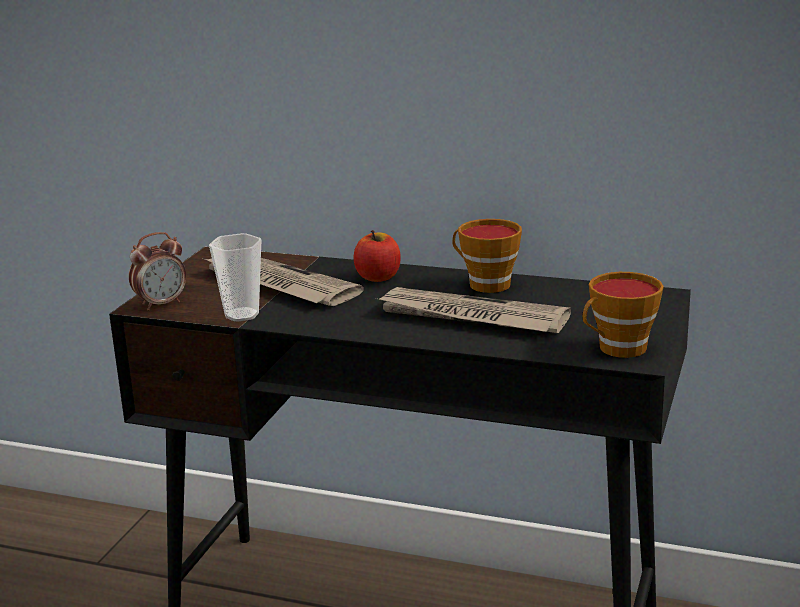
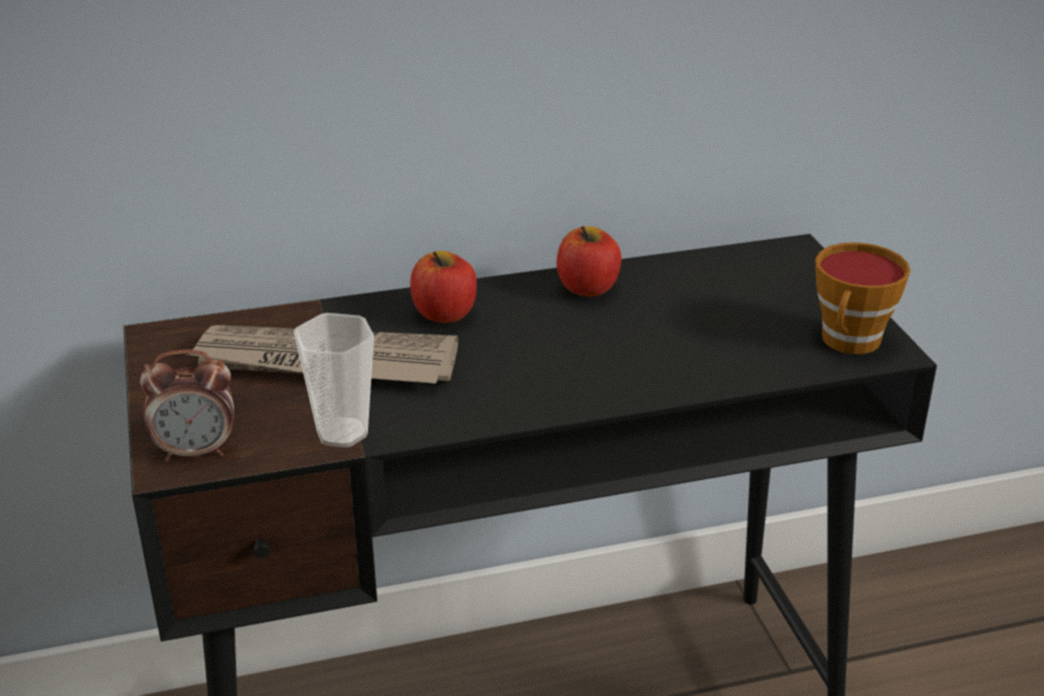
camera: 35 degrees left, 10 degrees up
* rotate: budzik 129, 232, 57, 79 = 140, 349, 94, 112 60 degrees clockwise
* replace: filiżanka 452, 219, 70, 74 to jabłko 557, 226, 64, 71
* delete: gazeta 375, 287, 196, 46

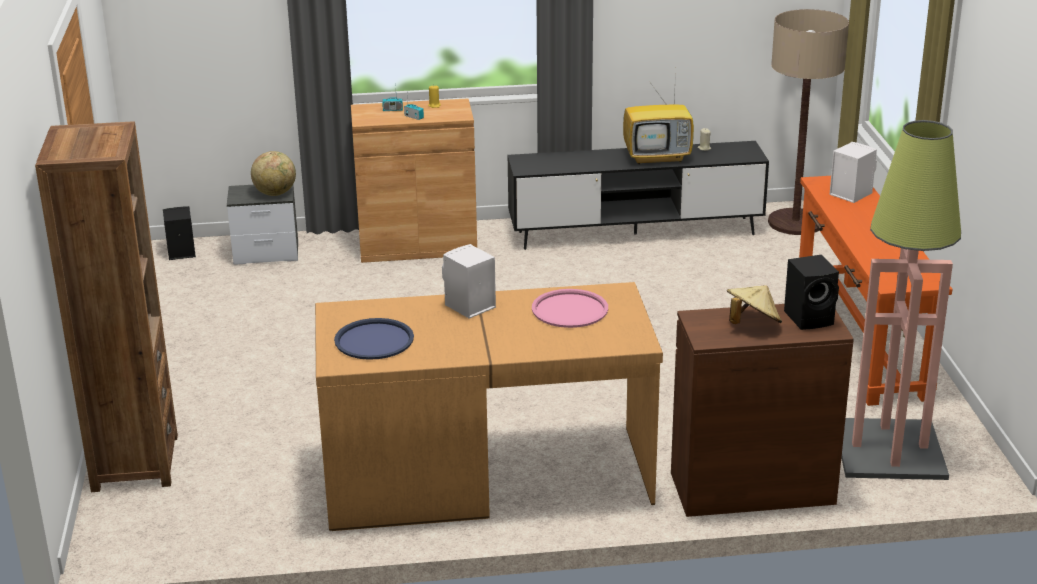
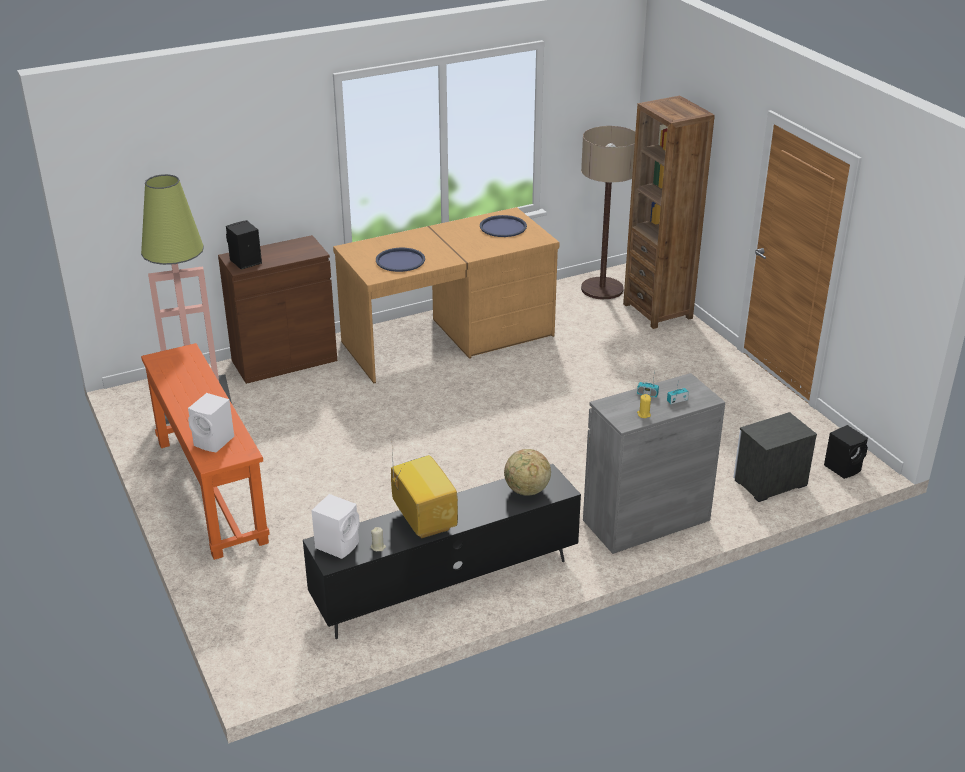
camera: 160 degrees right, 5 degrees up
* move: głośnik (biały) 442, 244, 54, 75 to 311, 494, 49, 65
* recolor: taca (różowy) 532, 289, 76, 39 to taca (niebieski) 376, 248, 49, 24
* rotate: telewizor 623, 70, 71, 94 = 391, 451, 67, 88 90 degrees clockwise
* move: globus 251, 151, 45, 45 to 504, 449, 47, 47
* move: lampa stojąca 768, 9, 81, 226 to 581, 126, 54, 174
* recolor: szafka (brązowy) 351, 98, 126, 165 to szafka (szary) 583, 373, 142, 181
* delete: kapelusz (beżowy) 727, 285, 55, 39

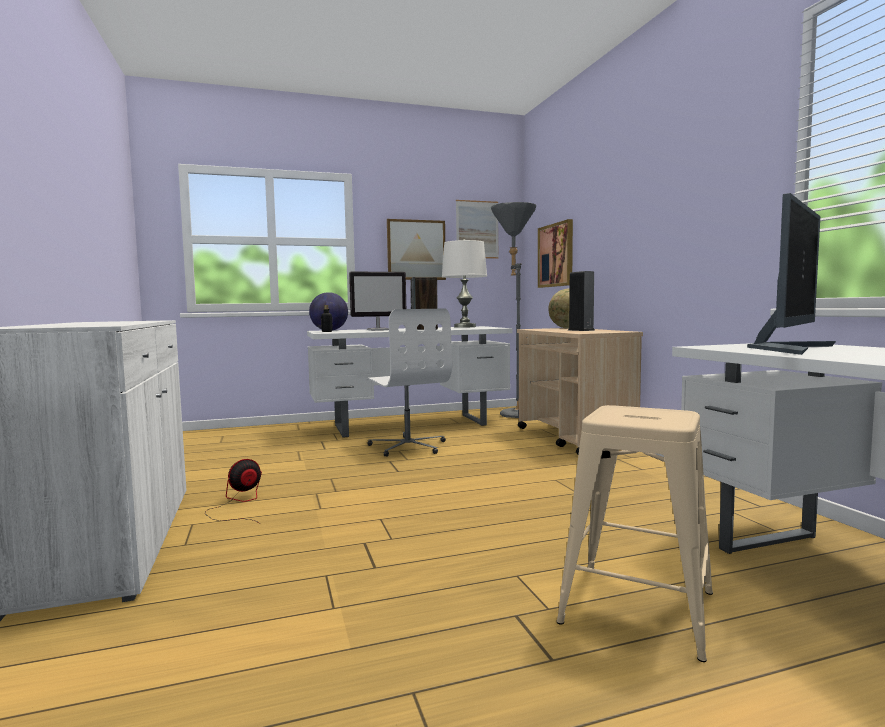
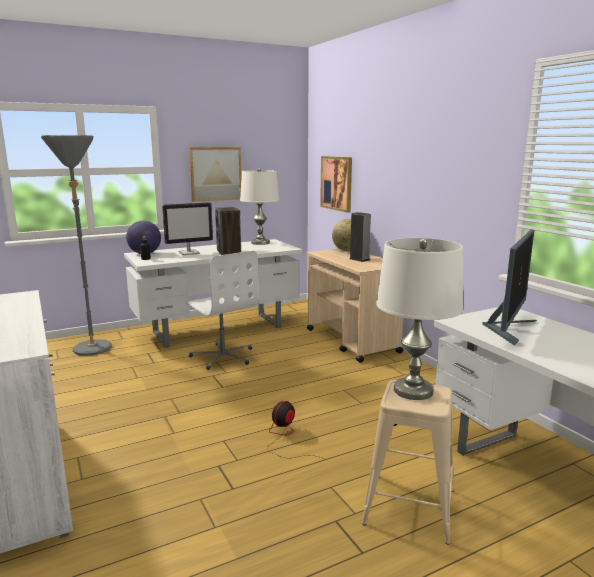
camera: 10 degrees left, 10 degrees up
* move: lampa stojąca (szary) 491, 202, 45, 216 to 41, 135, 71, 221
* move: wentylator 205, 459, 57, 65 to 267, 401, 56, 58
* insert: lampa stołowa (biały) 376, 238, 87, 162
* delete: obraz 456, 200, 43, 59

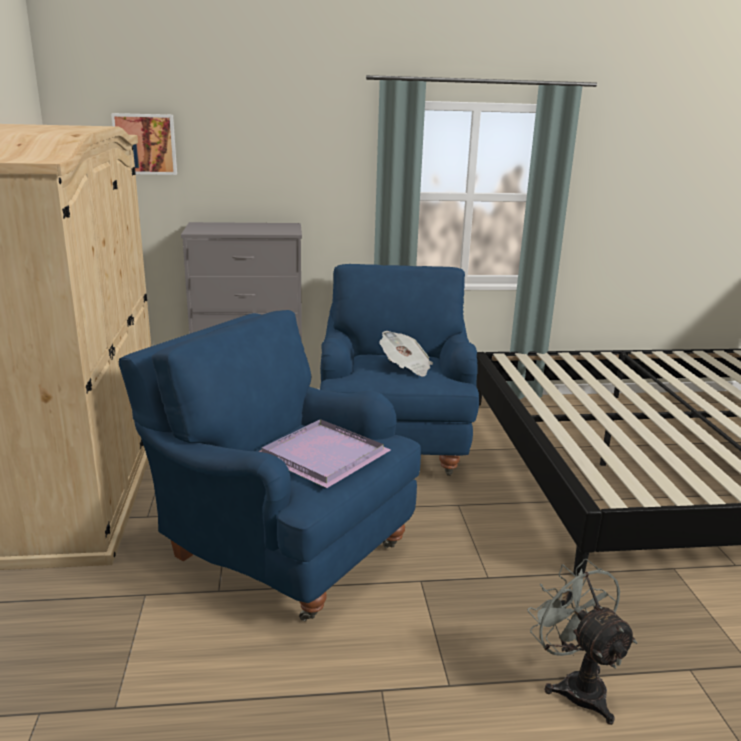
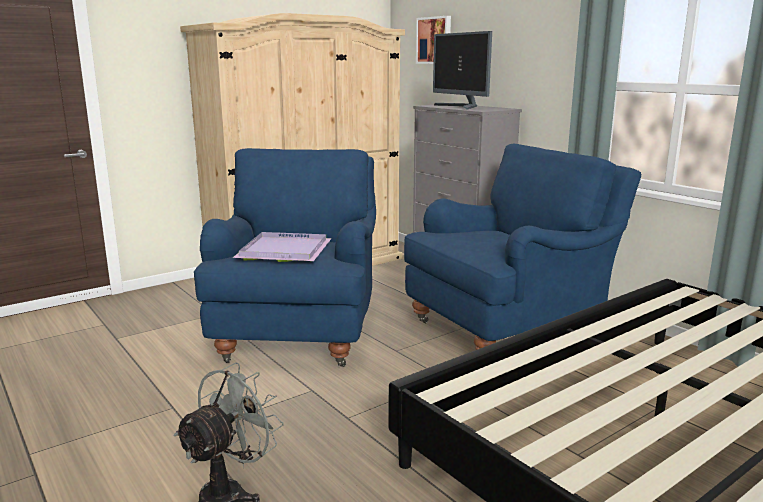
camera: 60 degrees right, 5 degrees down
* insert: monitor 433, 31, 59, 78
* delete: gazeta 379, 331, 54, 46

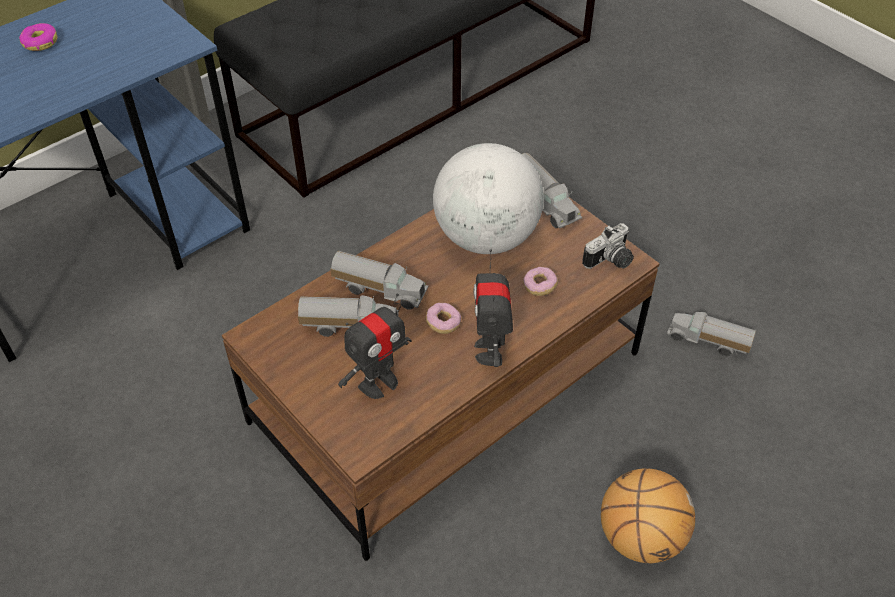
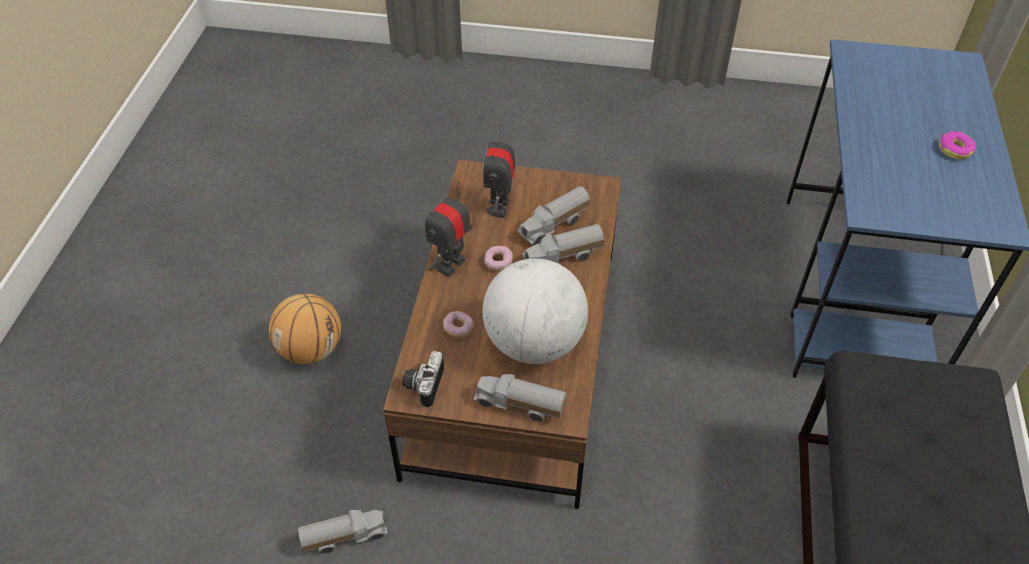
camera: 140 degrees right, 0 degrees up
* rotate: robot zabawkowy 474, 249, 39, 118 = 425, 182, 47, 95 105 degrees counterclockwise

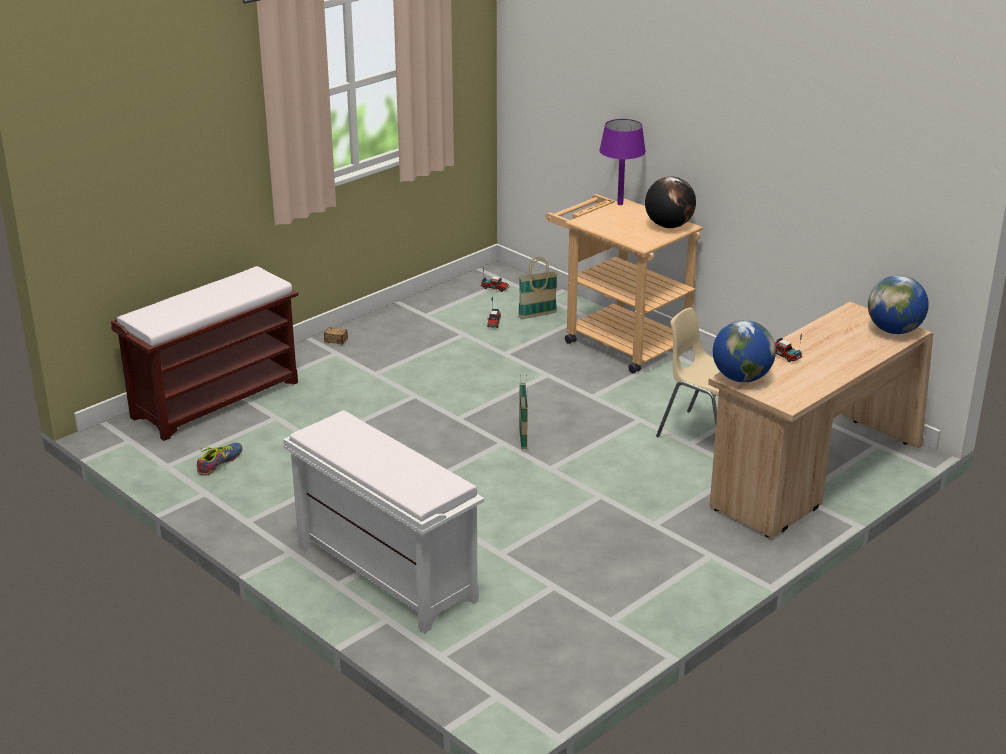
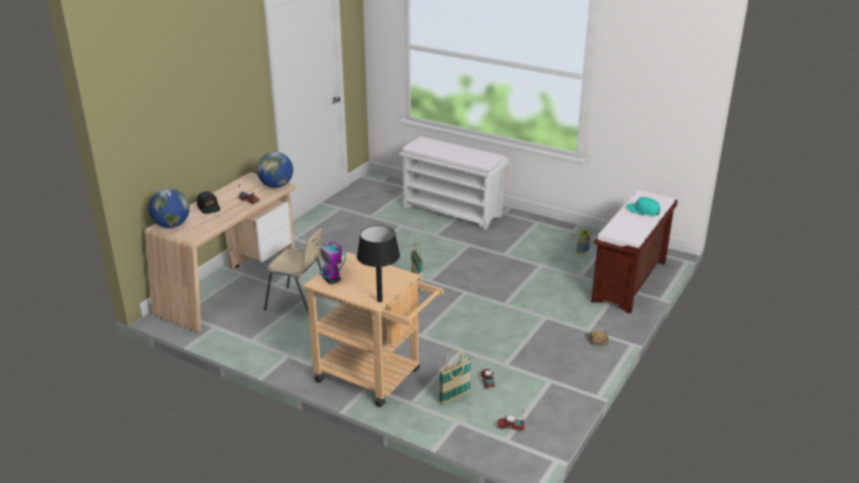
camera: 165 degrees right, 0 degrees up
* insert: czapka z daszkiem (czarny) 197, 191, 23, 23
* replace: globus 645, 177, 51, 51 to robot zabawkowy 312, 239, 34, 45
* recolor: lampa stołowa (fioletowy) 599, 119, 47, 86 to lampa stołowa (czarny) 357, 225, 43, 77
* insert: czapka z daszkiem (turkusowy) 626, 197, 34, 19

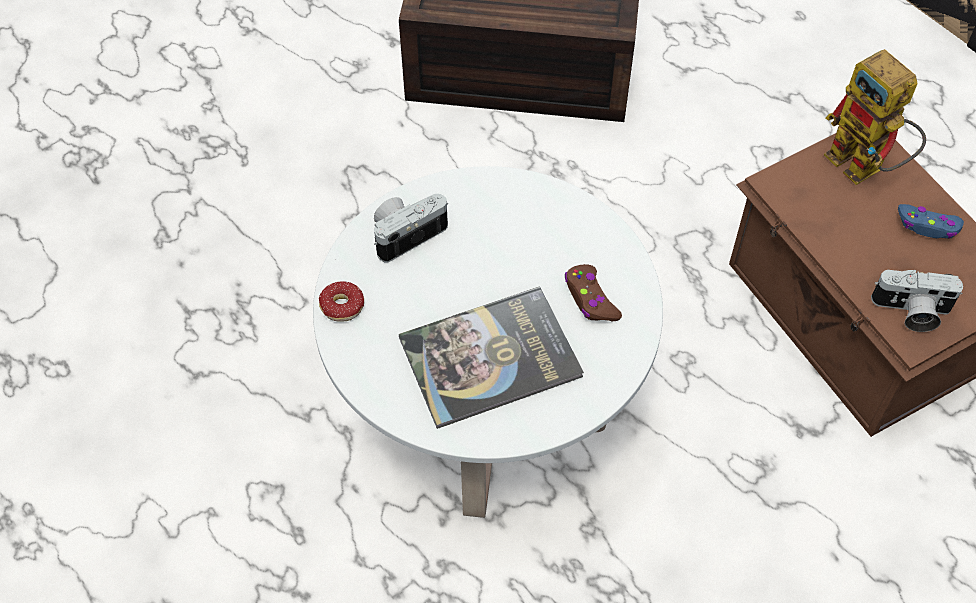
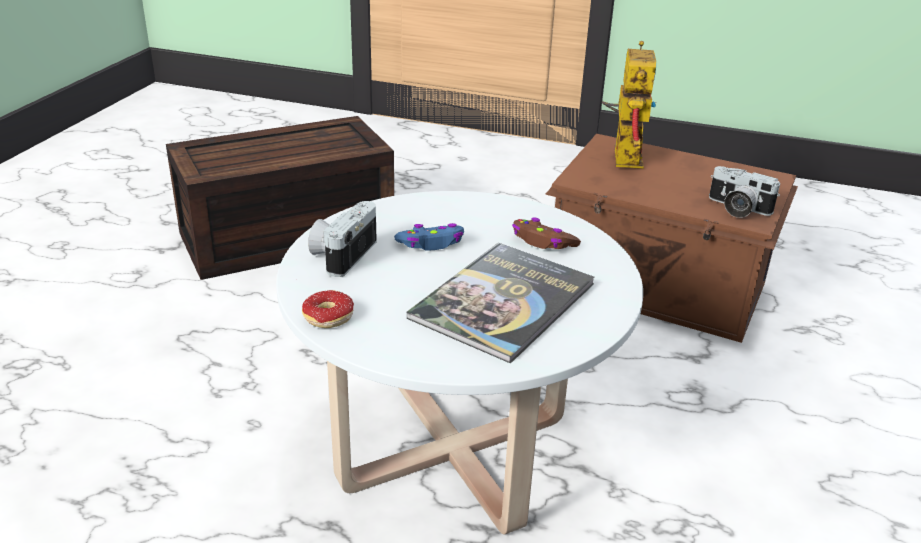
camera: 35 degrees left, 25 degrees down
* move: pad do gier (niebieski) 898, 204, 66, 34 to 394, 223, 70, 28
* rotate: robot zabawkowy 824, 49, 102, 136 = 602, 41, 55, 128 105 degrees counterclockwise
* rotate: aparat fotograficzny 871, 270, 92, 62 = 709, 166, 71, 52 60 degrees clockwise

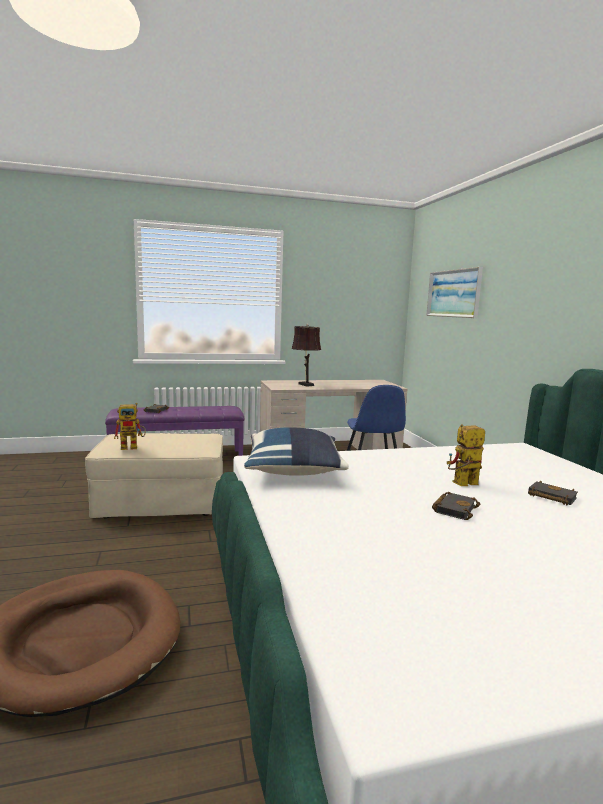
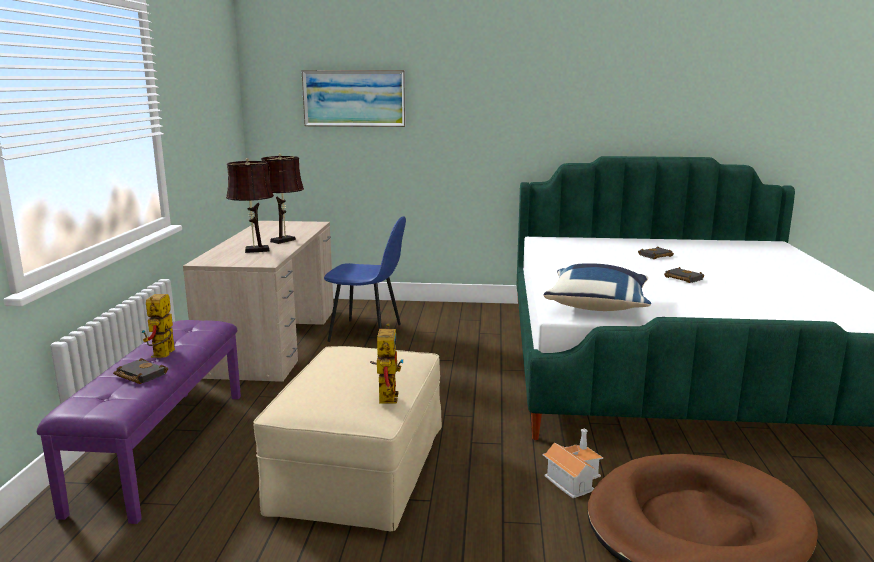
camera: 70 degrees left, 5 degrees up
* move: robot zabawkowy 447, 424, 38, 62 to 141, 294, 34, 64
* insert: lampa stołowa (brązowy) 261, 153, 43, 91
* insert: domek 543, 428, 60, 70

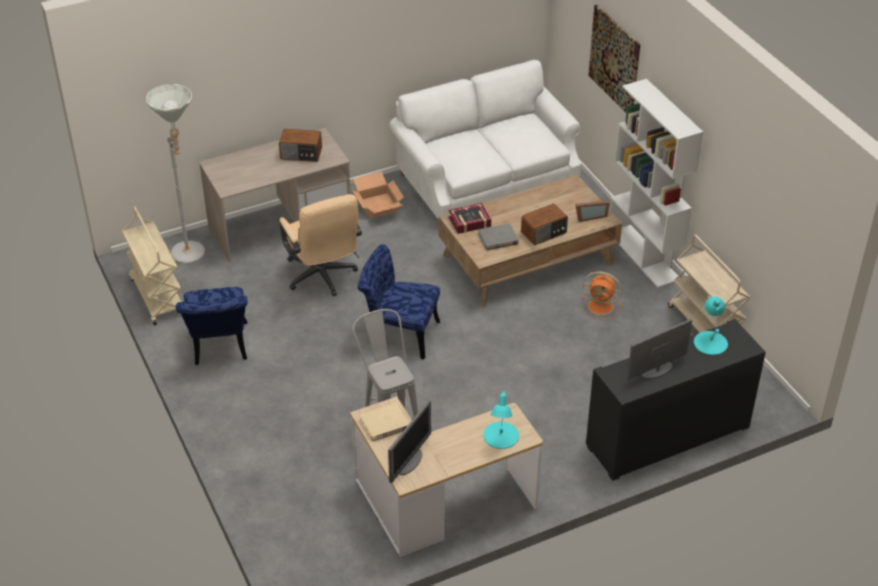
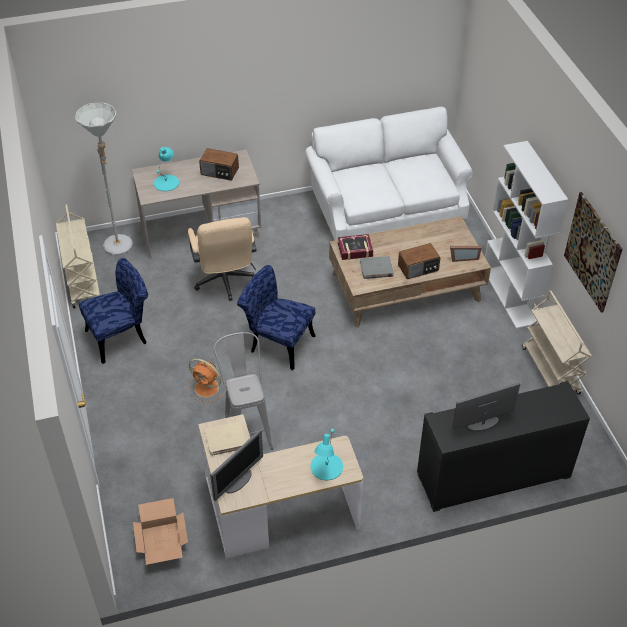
camera: 10 degrees right, 5 degrees up
* rotate: krzesło (niebieski) 176, 287, 72, 78 = 79, 258, 69, 106 120 degrees counterclockwise
* move: karton 353, 171, 51, 47 to 133, 498, 55, 67
* move: lampa stołowa (turkusowy) 694, 297, 34, 58 to 154, 147, 25, 44
* move: wentylator (pomarańczowy) 581, 271, 41, 49 to 188, 359, 38, 44
* move: obraz 588, 5, 52, 107 to 564, 192, 58, 121

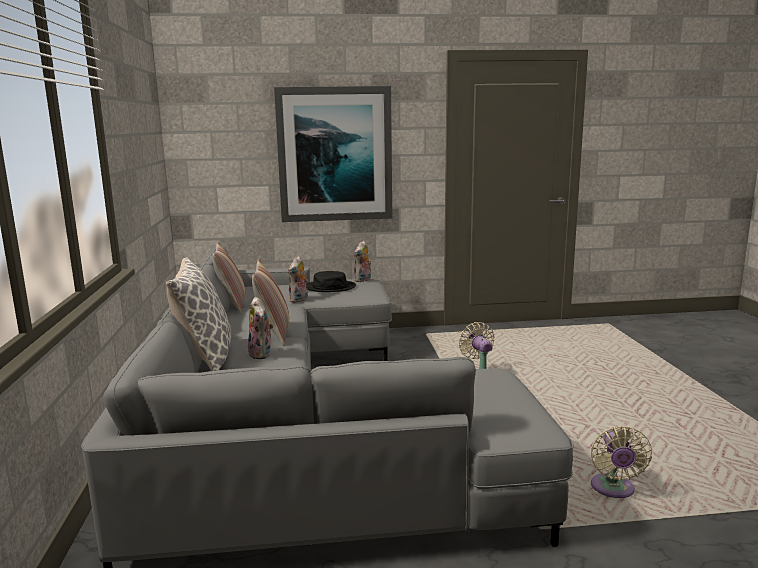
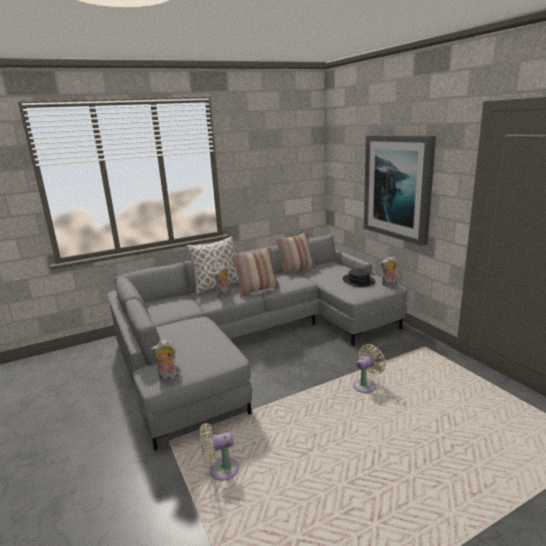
camera: 70 degrees right, 5 degrees up
* move: pluszak 288, 256, 20, 47 to 150, 339, 32, 44

